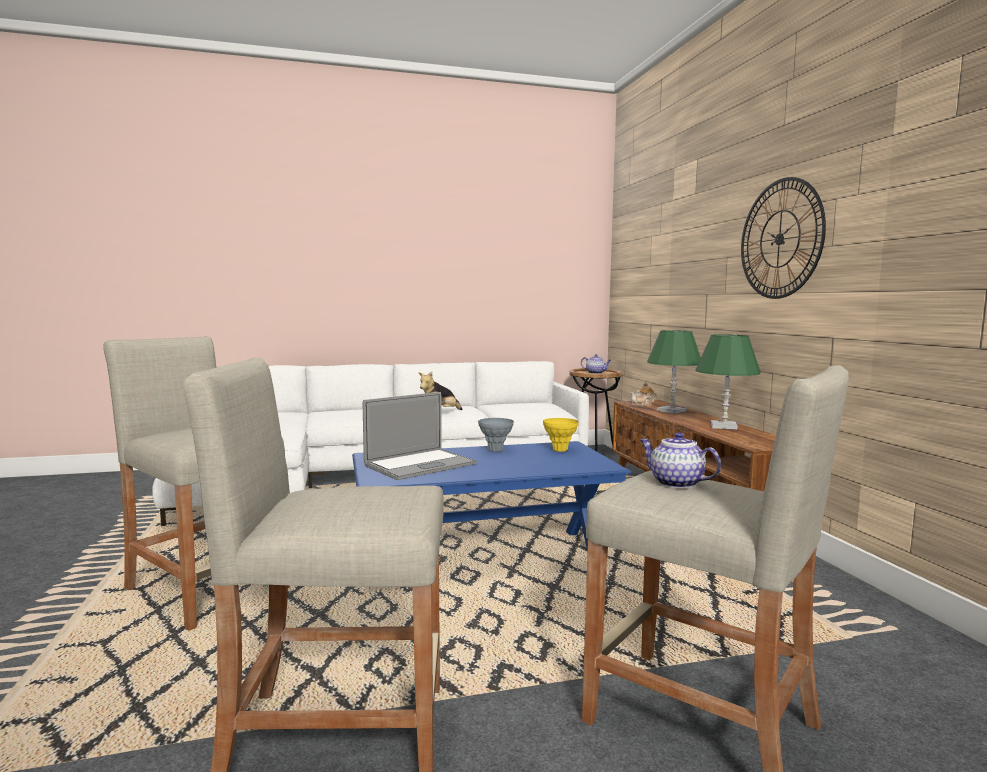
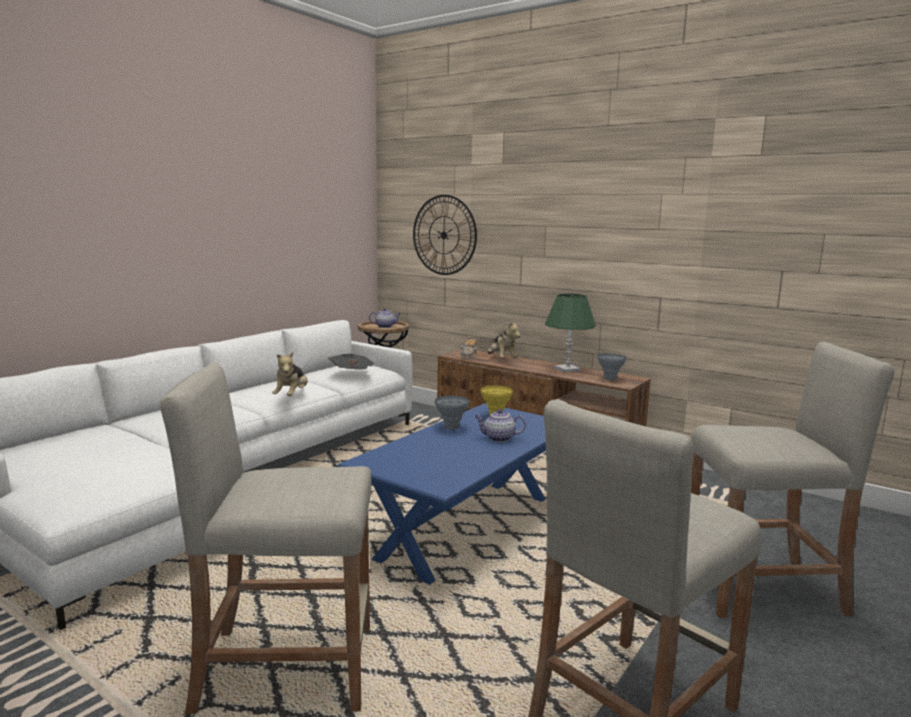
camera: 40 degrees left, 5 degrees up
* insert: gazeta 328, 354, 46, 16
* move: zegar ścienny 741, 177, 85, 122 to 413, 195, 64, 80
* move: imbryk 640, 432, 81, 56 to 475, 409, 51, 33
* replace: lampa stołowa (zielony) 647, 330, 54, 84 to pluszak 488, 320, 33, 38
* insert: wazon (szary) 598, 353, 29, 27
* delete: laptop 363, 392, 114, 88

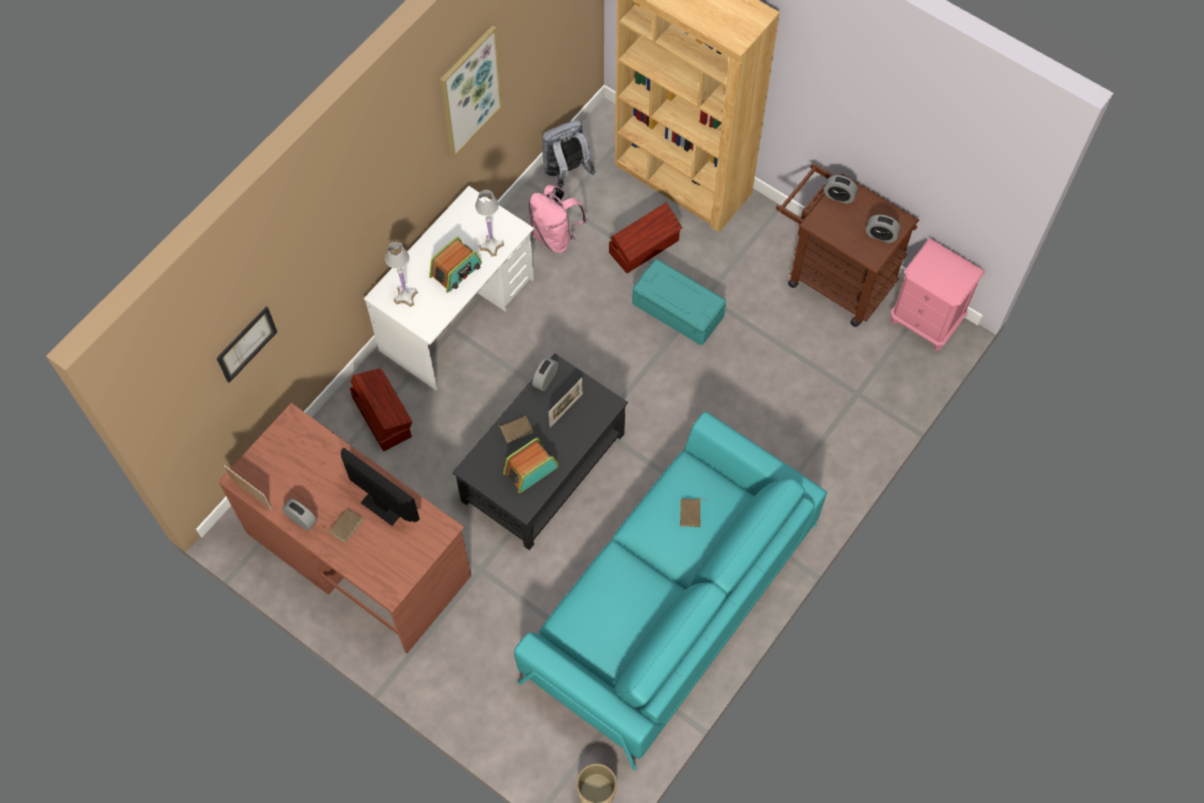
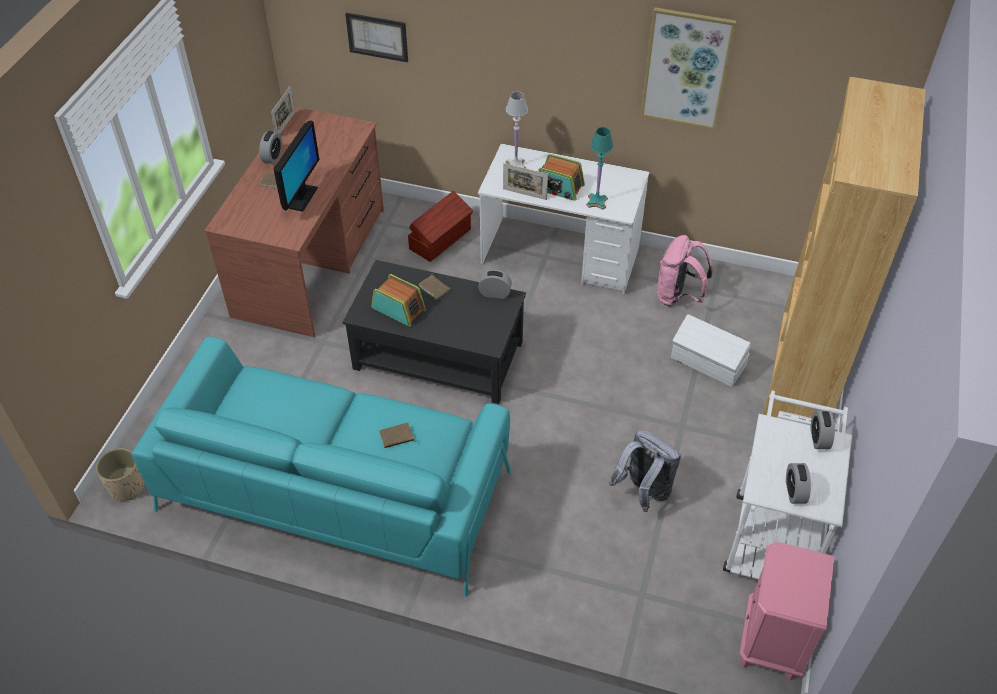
camera: 70 degrees right, 15 degrees down
* move: ramka na zdjęcie 549, 378, 34, 49 to 503, 163, 45, 37
* recolor: lampa stołowa (biały) 475, 190, 29, 67 to lampa stołowa (turkusowy) 586, 127, 28, 83
* move: plecak (szary) 542, 120, 53, 68 to 609, 430, 72, 82
* recolor: pojemnik do przechowywania (brązowy) 609, 202, 73, 71 to pojemnik do przechowywania (biały) 671, 314, 80, 73
* recolor: wózek (brązowy) 776, 163, 143, 164 to wózek (biały) 723, 391, 129, 189
* delete: pojemnik do przechowywania (turkusowy) 632, 259, 94, 86

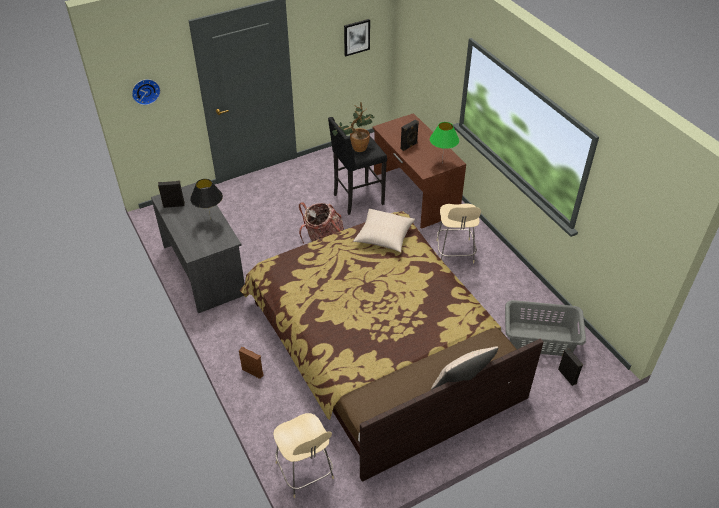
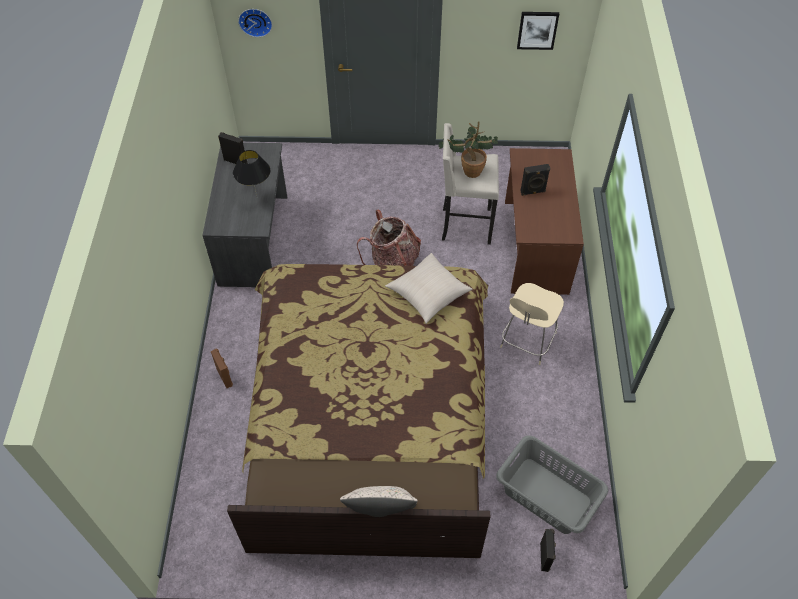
camera: 30 degrees right, 10 degrees up
* recolor: stołek (czarny) 328, 117, 59, 98 to stołek (beżowy) 442, 123, 57, 122
* delete: krzesło (beżowy) 273, 413, 61, 85
* delete: lampa stołowa (zielony) 430, 122, 29, 40

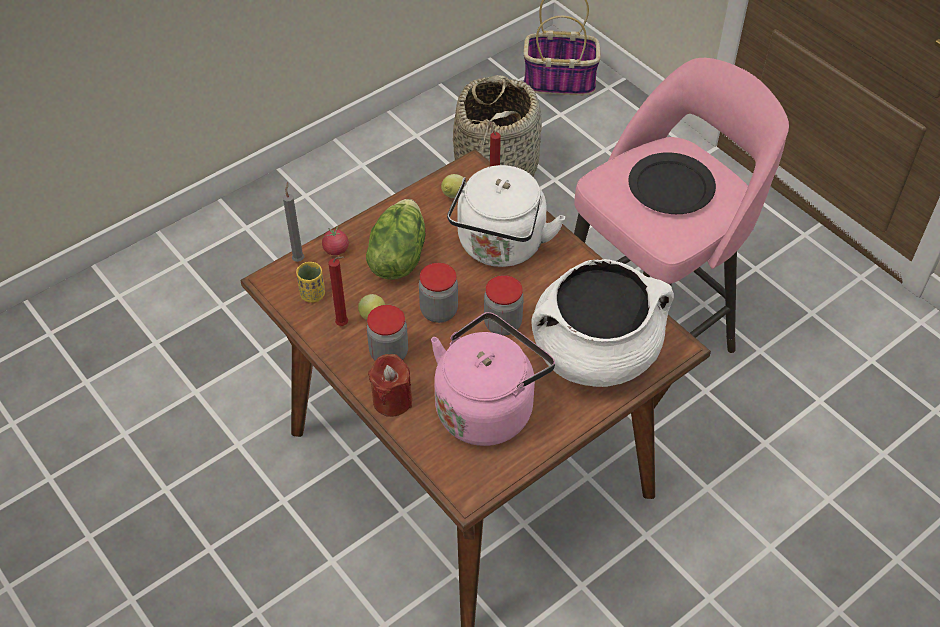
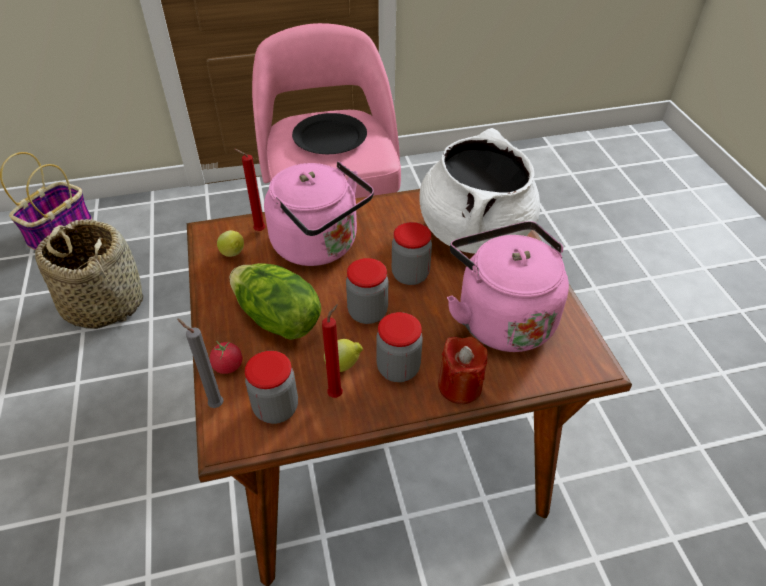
camera: 65 degrees left, 5 degrees down
* replace: filiżanka (żółty) 296, 262, 29, 41 to słoik 245, 351, 53, 73
* recolor: czajnik (biały) 447, 165, 118, 102 to czajnik (różowy) 264, 161, 110, 105

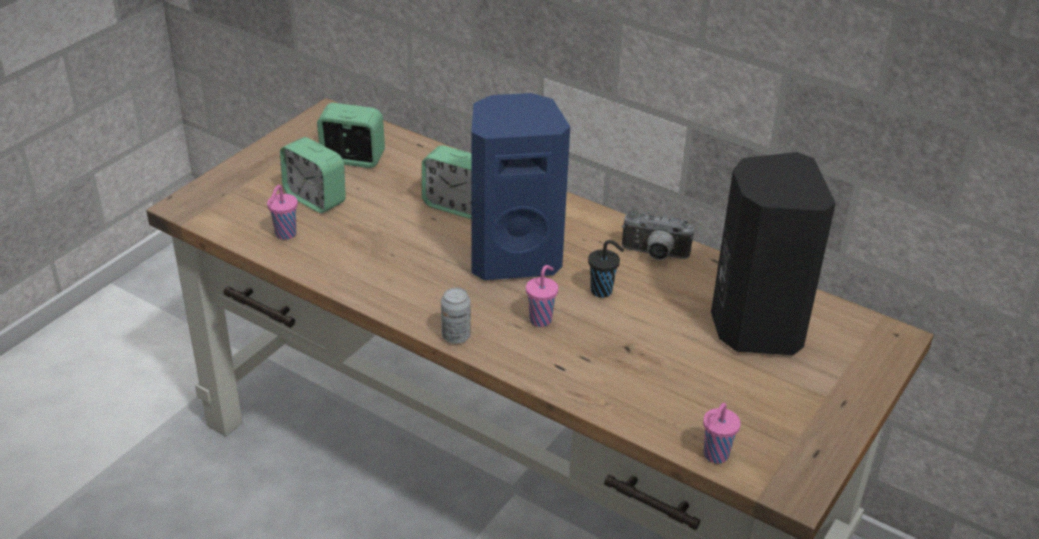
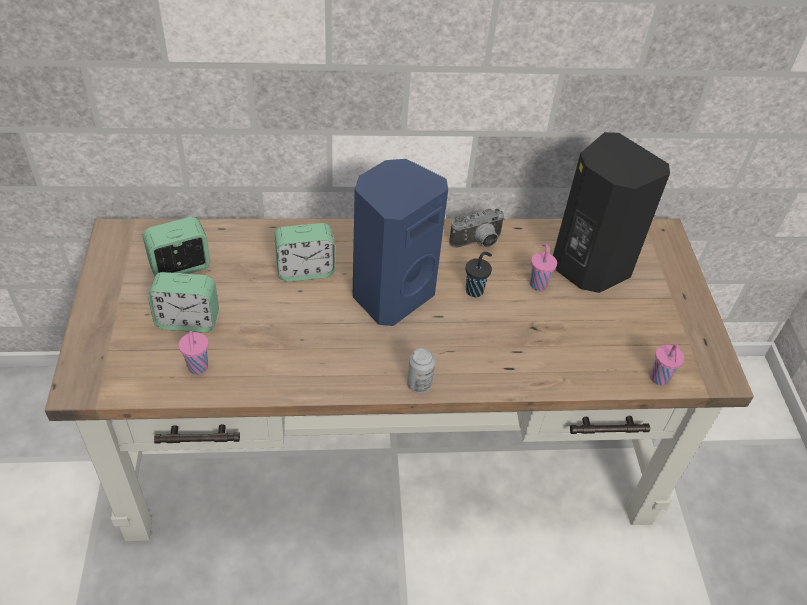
camera: 40 degrees left, 10 degrees up
* move: filiżanka (różowy) 526, 265, 32, 62 to 530, 243, 27, 48

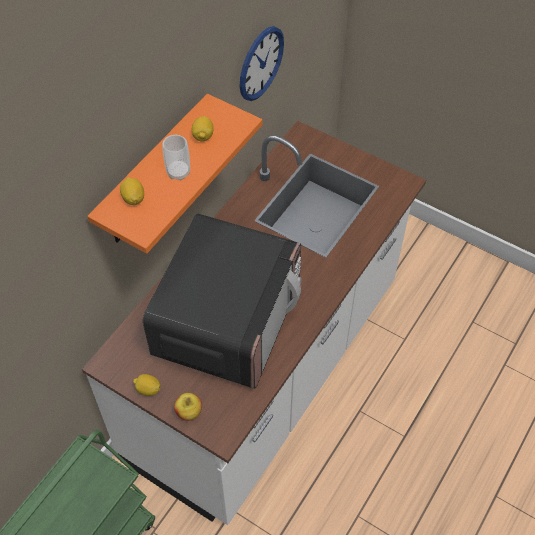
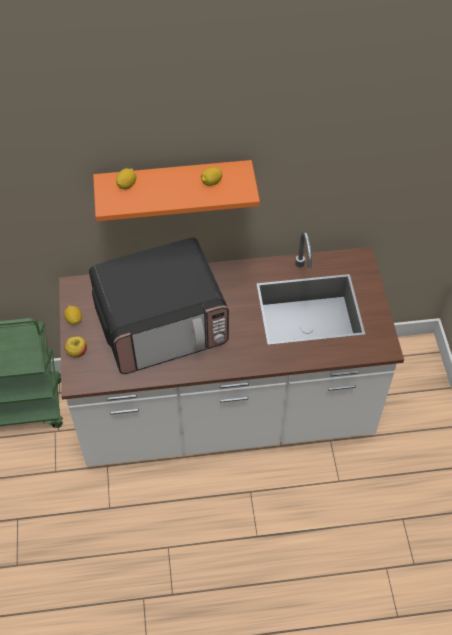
camera: 50 degrees right, 0 degrees up
* delete: filiżanka 163, 135, 27, 45
* delete: zegar ścienny 239, 26, 45, 75

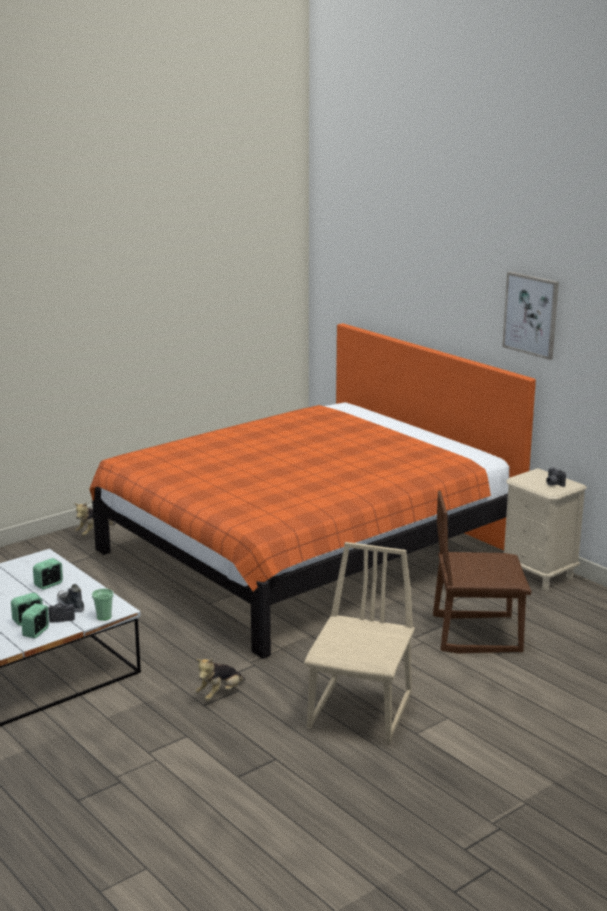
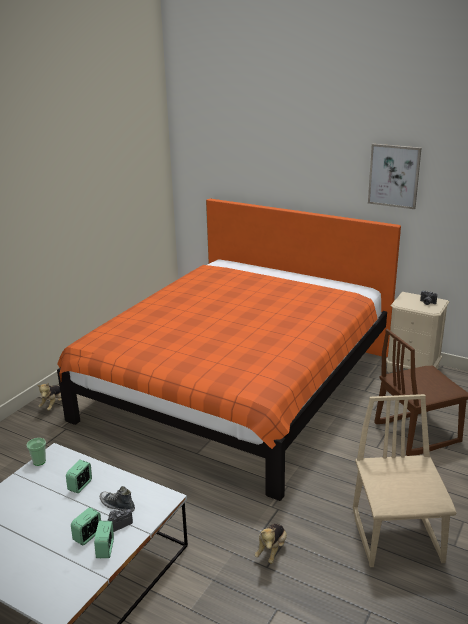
camera: 20 degrees left, 5 degrees up
* move: filiżanka 92, 589, 22, 31 to 26, 438, 20, 28

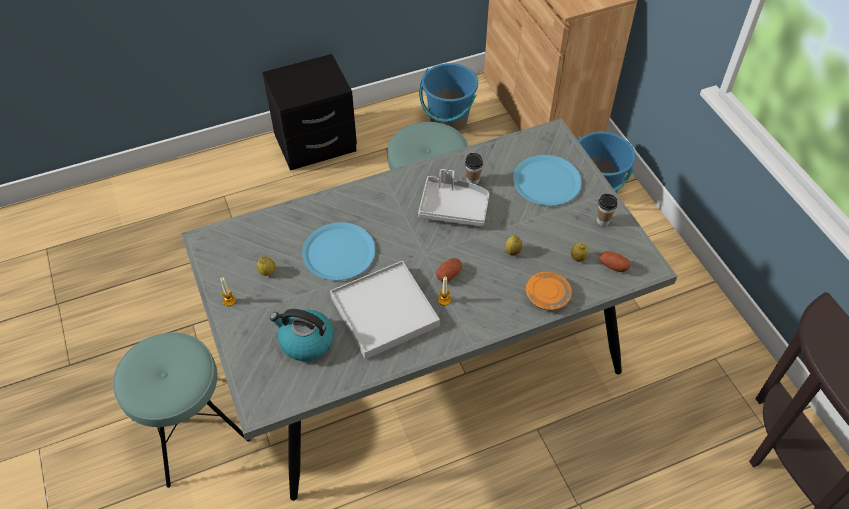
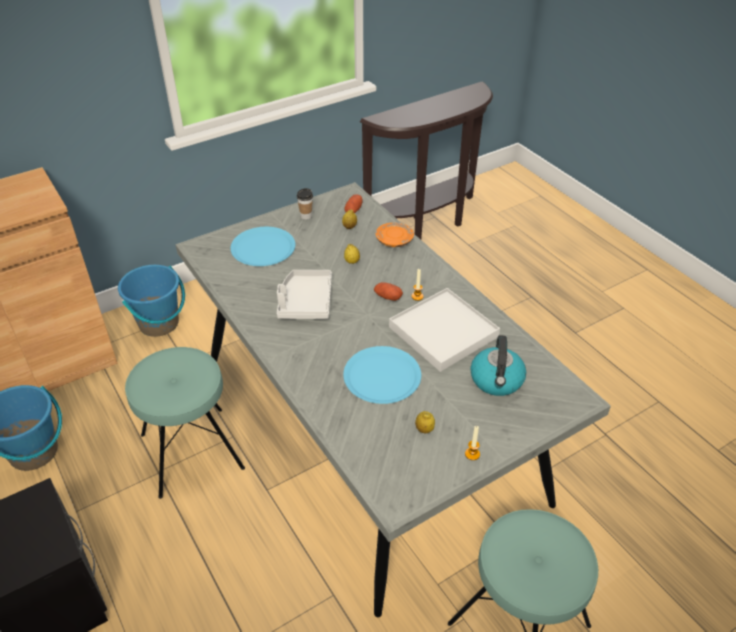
camera: 100 degrees left, 10 degrees down
* delete: filiżanka 465, 153, 18, 32

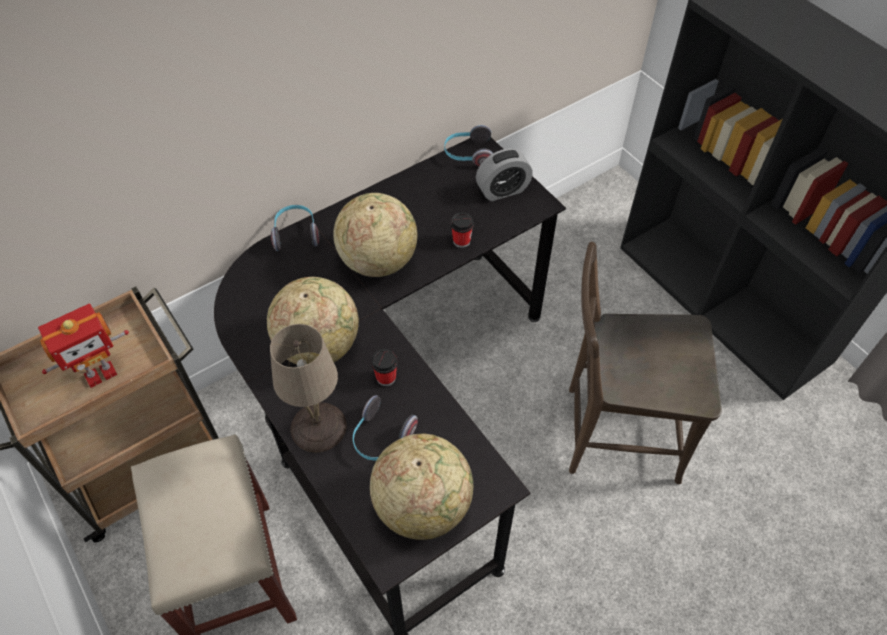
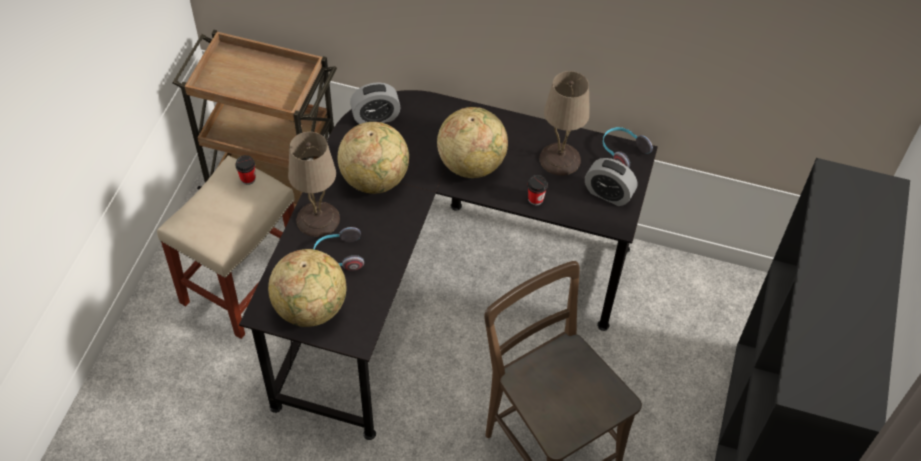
camera: 50 degrees right, 0 degrees up
* move: filiżanka 371, 349, 26, 37 to 235, 155, 21, 30
* insert: budzik 350, 82, 51, 42
* insert: lampa stołowa (beżowy) 539, 71, 51, 105
* delete: robot zabawkowy 38, 304, 91, 84
* delete: słuchawki 271, 205, 48, 46

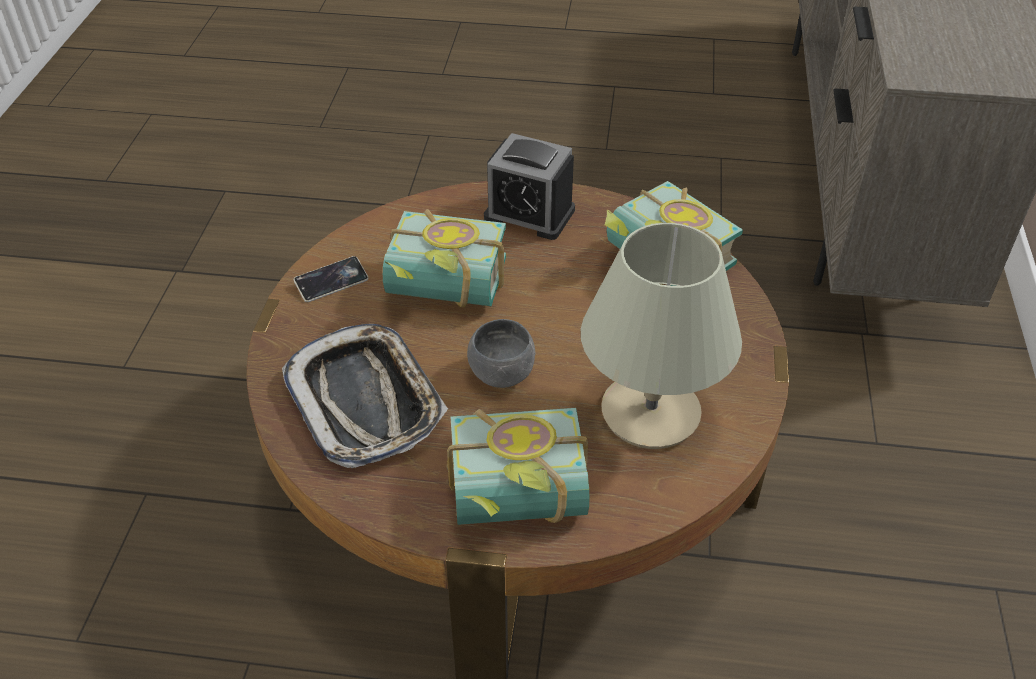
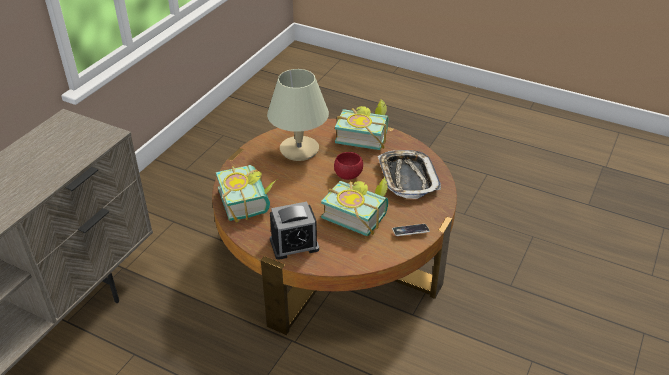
camera: 160 degrees left, 5 degrees down
* rotate: budzik 484, 133, 91, 107 = 270, 202, 49, 58 120 degrees clockwise
* recolor: miska (szary) 467, 319, 68, 69 to miska (czerwony) 334, 152, 29, 28

